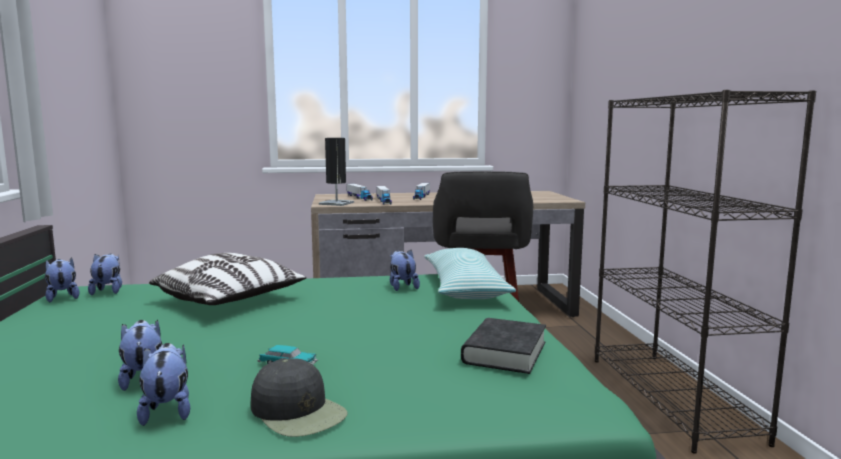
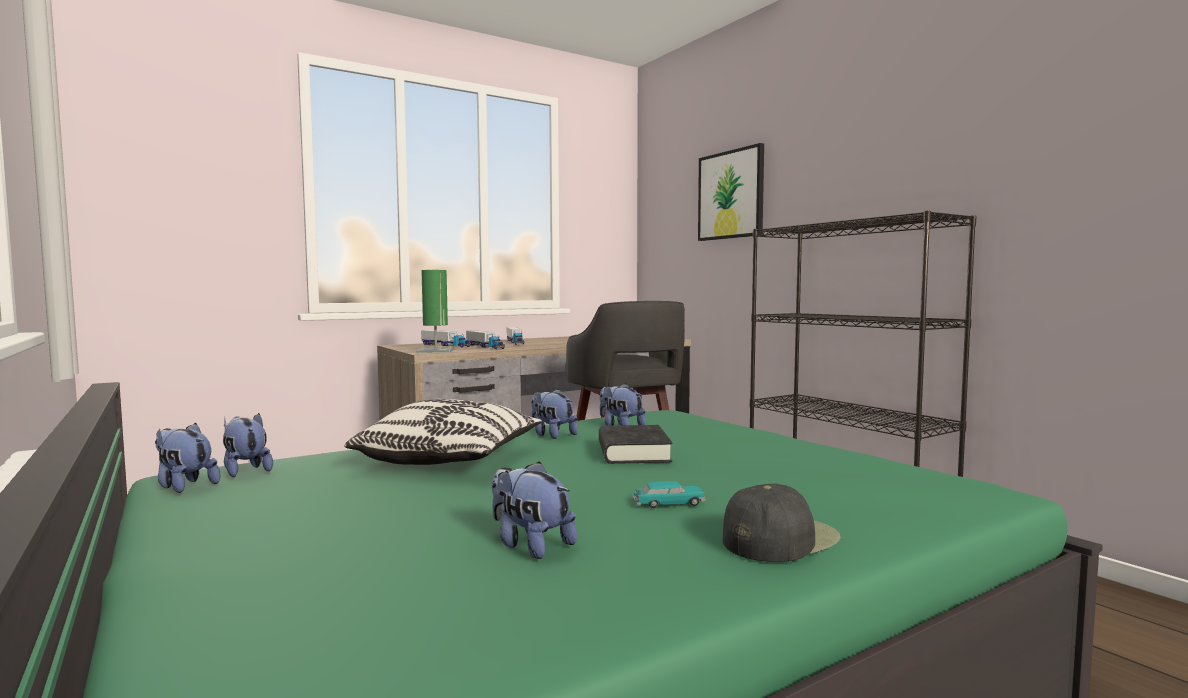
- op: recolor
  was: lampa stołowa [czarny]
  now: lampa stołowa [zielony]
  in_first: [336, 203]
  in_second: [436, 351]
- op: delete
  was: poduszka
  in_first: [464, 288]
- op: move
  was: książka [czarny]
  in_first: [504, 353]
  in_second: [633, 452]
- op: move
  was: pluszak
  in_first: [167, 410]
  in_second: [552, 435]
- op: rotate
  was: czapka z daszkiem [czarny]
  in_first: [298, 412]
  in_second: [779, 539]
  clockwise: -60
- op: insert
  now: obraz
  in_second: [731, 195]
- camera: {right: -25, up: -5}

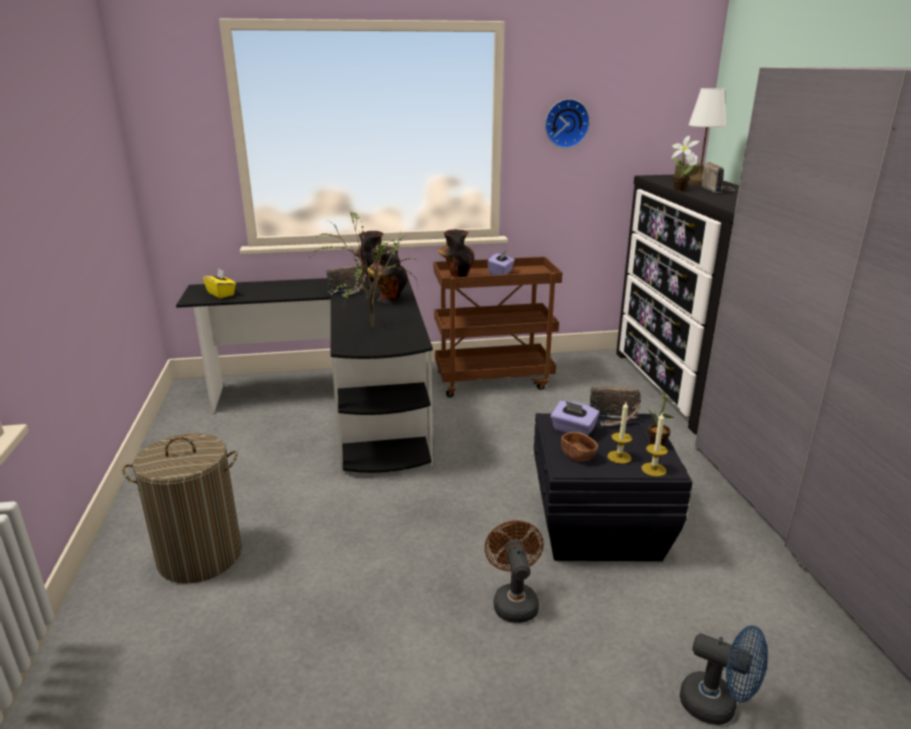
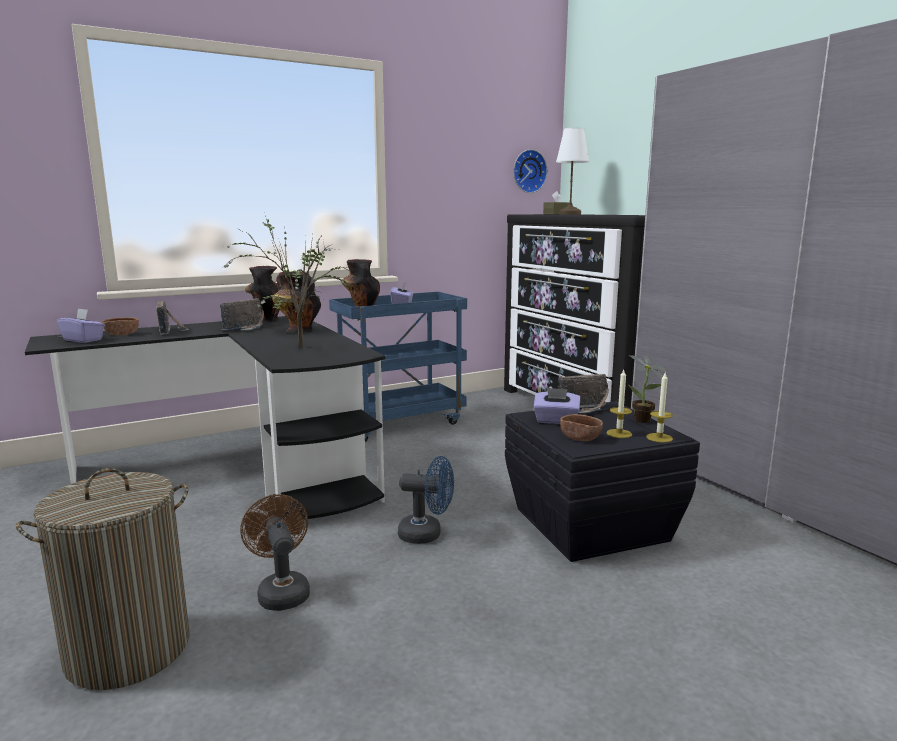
- op: move
  was: zegar ścienny
  in_first: [566, 123]
  in_second: [528, 171]
- op: delete
  was: roślina doniczkowa
  in_first: [678, 189]
- op: move
  was: radio
  in_first: [716, 190]
  in_second: [172, 331]
- op: recolor
  was: wózek [brązowy]
  now: wózek [niebieski]
  in_first: [493, 380]
  in_second: [401, 422]
- op: recolor
  was: pudełko chusteczek [żółty]
  now: pudełko chusteczek [fioletowy]
  in_first: [221, 294]
  in_second: [83, 340]
- op: move
  was: wentylator [brązowy]
  in_first: [514, 600]
  in_second: [281, 591]
- op: move
  was: wentylator [niebieski]
  in_first: [717, 706]
  in_second: [427, 534]
- op: insert
  now: miska [brązowy]
  in_second: [122, 334]
- camera: {right: -20, up: -10}

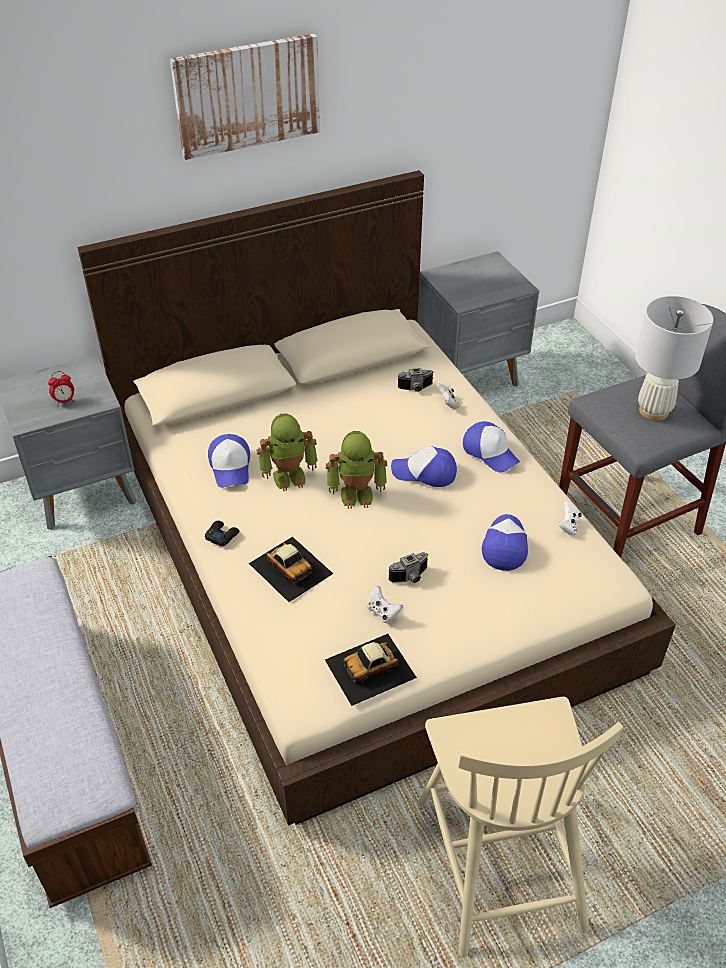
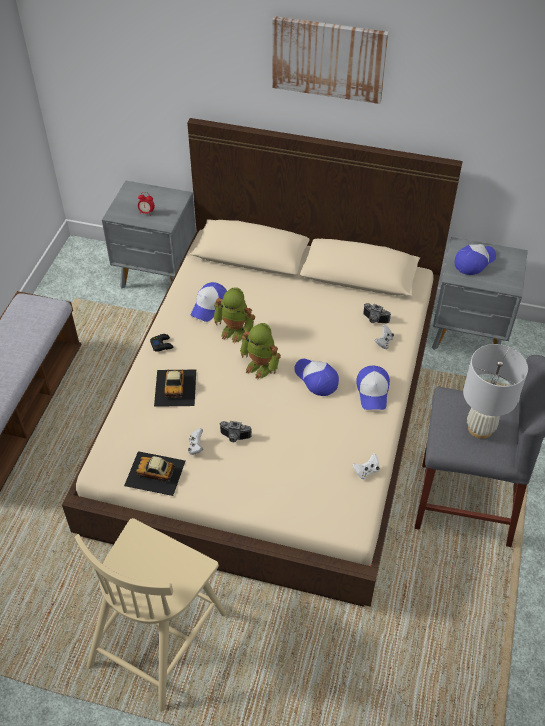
- op: move
  was: czapka z daszkiem
  in_first: [504, 545]
  in_second: [474, 261]
- camera: {right: 40, up: 5}

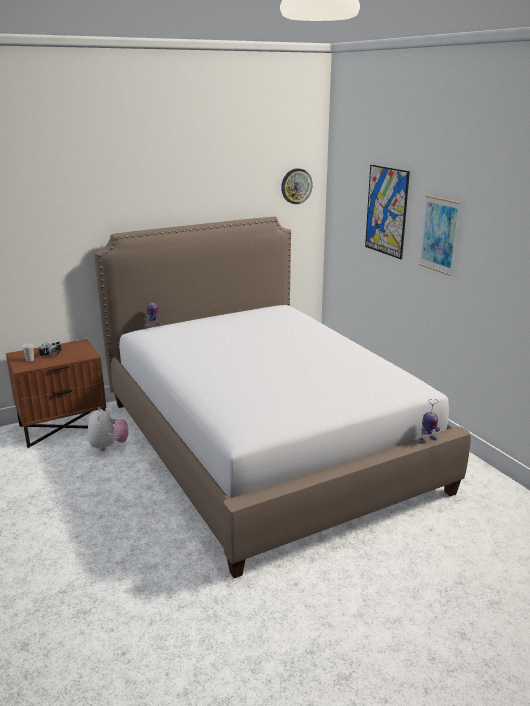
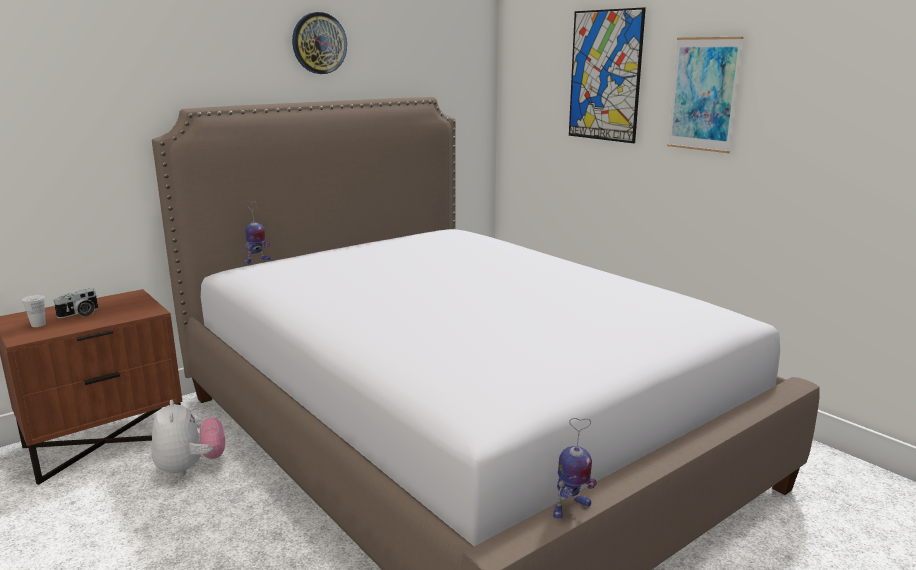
- op: move
  was: zegar ścienny
  in_first: [296, 186]
  in_second: [319, 43]
- op: move
  was: robot zabawkowy
  in_first: [427, 440]
  in_second: [570, 509]
- camera: {right: -10, up: -5}

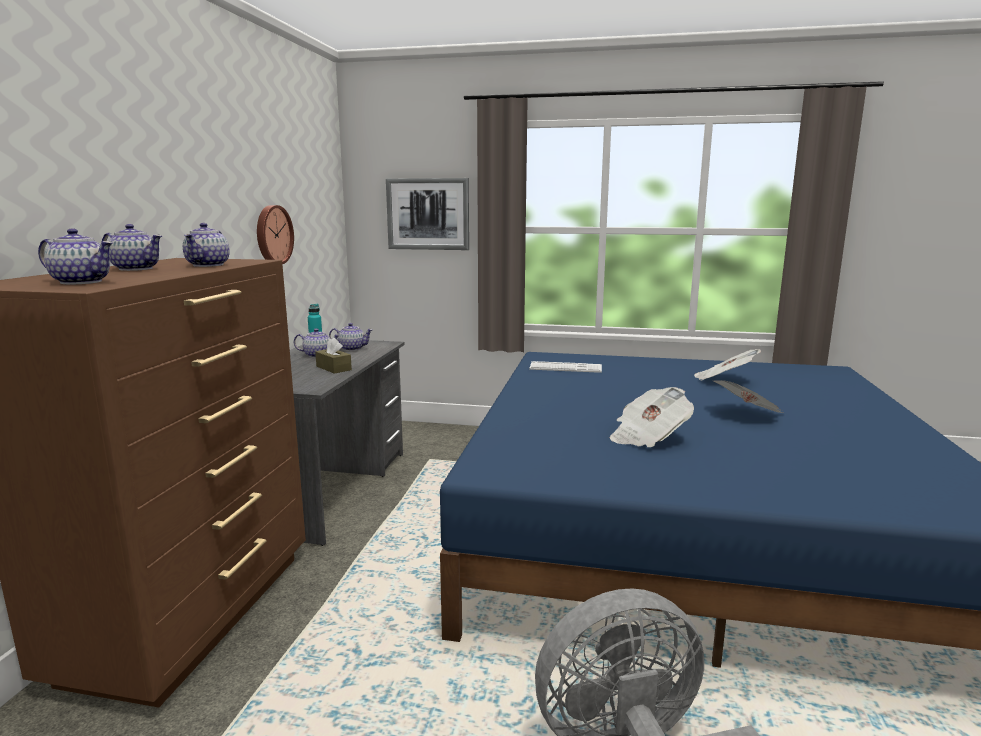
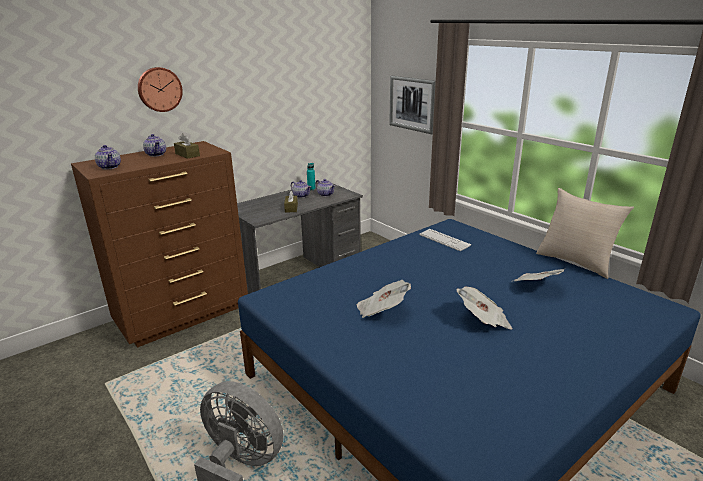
- op: move
  was: zegar ścienny
  in_first: [272, 235]
  in_second: [159, 89]
- op: replace
  was: imbryk
  now: pudełko chusteczek [brązowy]
  in_first: [209, 265]
  in_second: [187, 155]
- op: insert
  now: poduszka [beżowy]
  in_second: [575, 262]
- camera: {right: 40, up: 10}

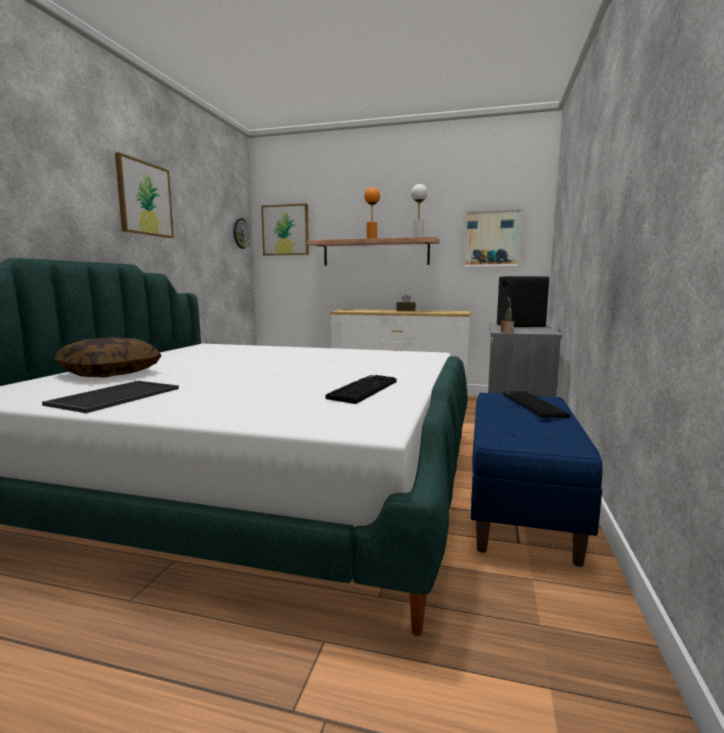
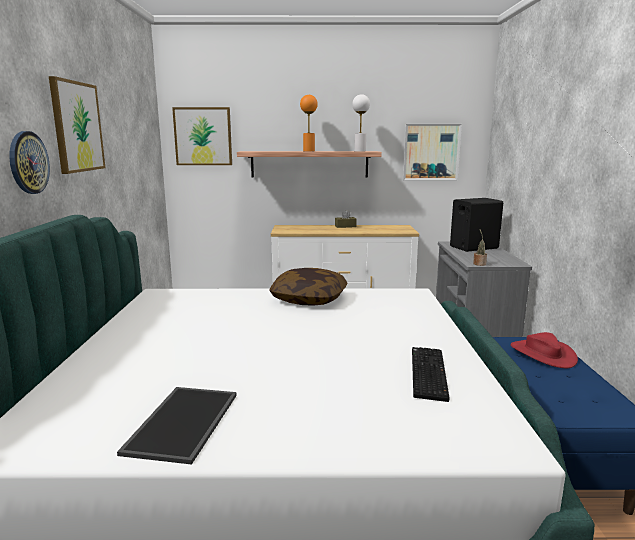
- op: move
  was: zegar ścienny
  in_first: [240, 233]
  in_second: [28, 162]
- op: move
  was: poduszka
  in_first: [110, 373]
  in_second: [309, 299]
- op: replace
  was: klawiatura
  now: kapelusz [czerwony]
  in_first: [531, 405]
  in_second: [542, 354]
- camera: {right: -15, up: 5}

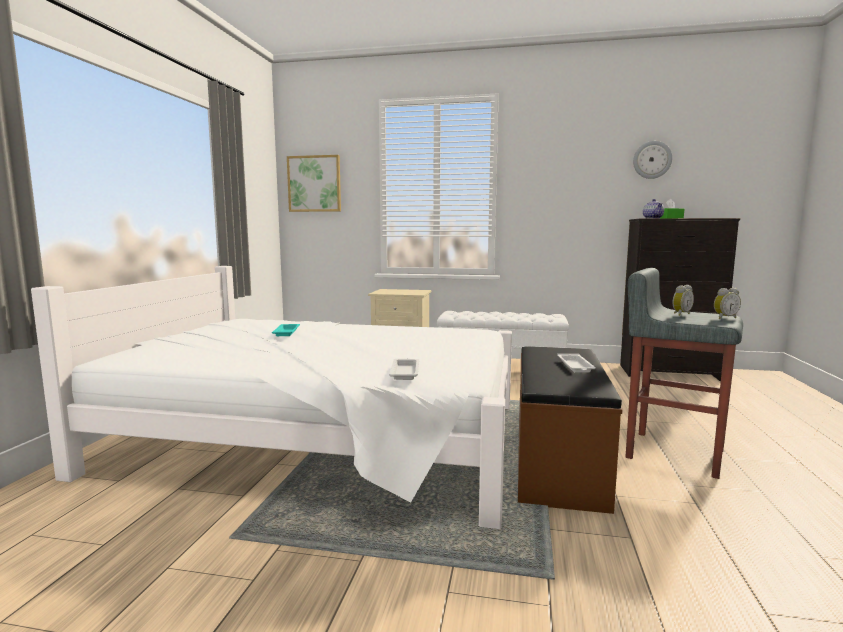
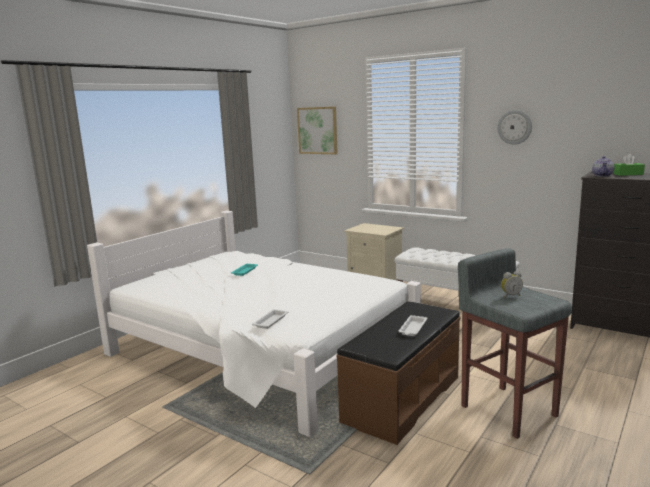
- op: move
  was: zegar ścienny
  in_first: [652, 160]
  in_second: [514, 127]
- op: delete
  was: budzik
  in_first: [724, 318]
- camera: {right: 25, up: 5}

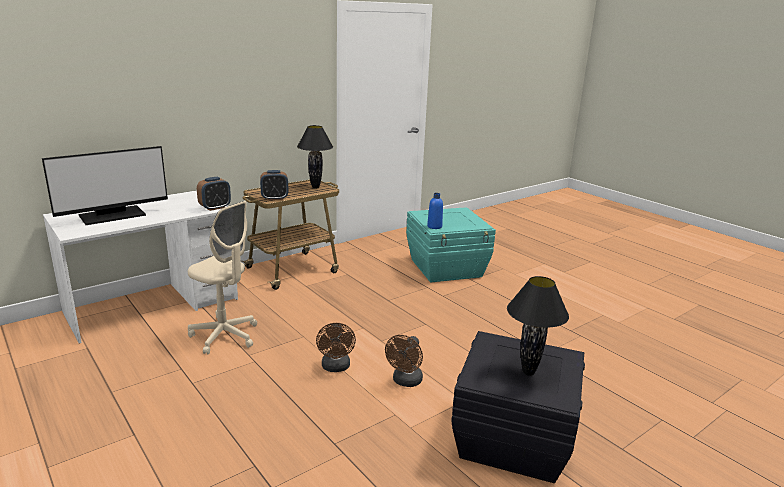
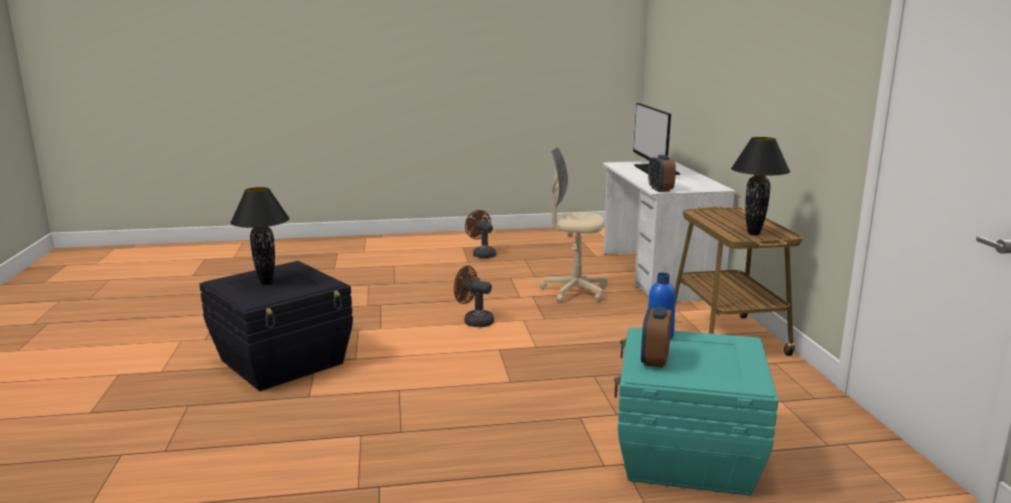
- op: move
  was: budzik
  in_first: [274, 198]
  in_second: [654, 360]
- op: rotate
  was: krzesło biurowe [beżowy]
  in_first: [224, 336]
  in_second: [575, 292]
  clockwise: 45
- op: move
  was: wentylator [brązowy]
  in_first: [405, 382]
  in_second: [482, 254]
- camera: {right: 120, up: -5}

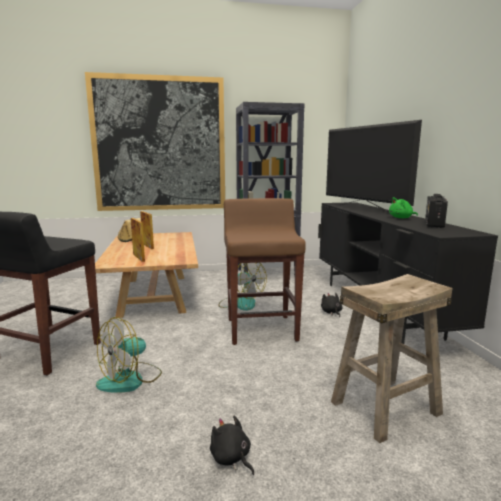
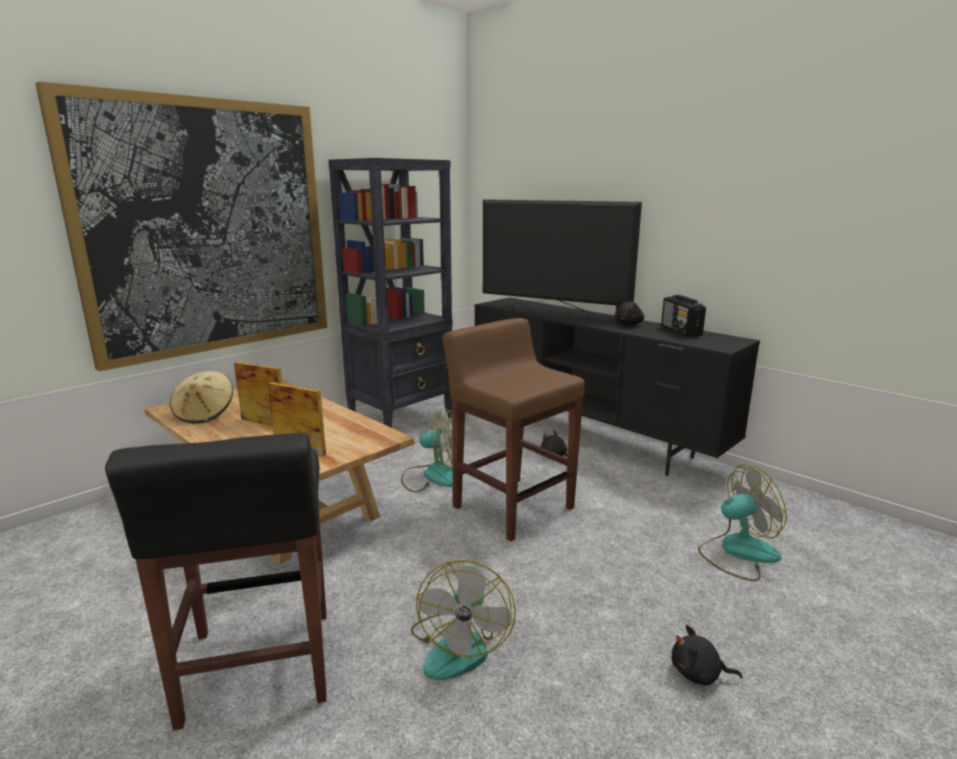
- op: recolor
  was: pluszak [zielony]
  now: pluszak [czarny]
  in_first: [401, 218]
  in_second: [629, 324]
- op: replace
  was: stołek [beżowy]
  now: wentylator
  in_first: [385, 407]
  in_second: [737, 552]
- camera: {right: -35, up: 5}

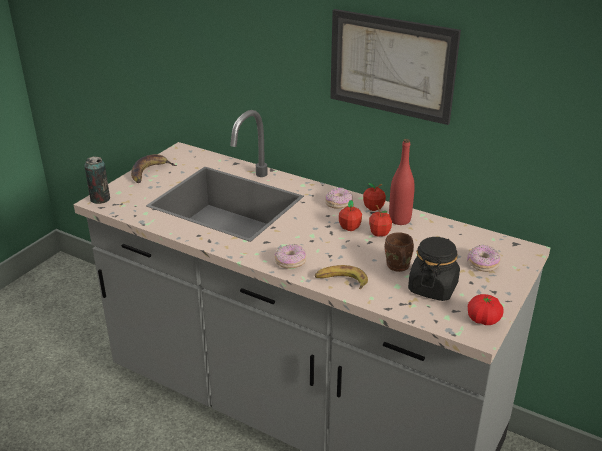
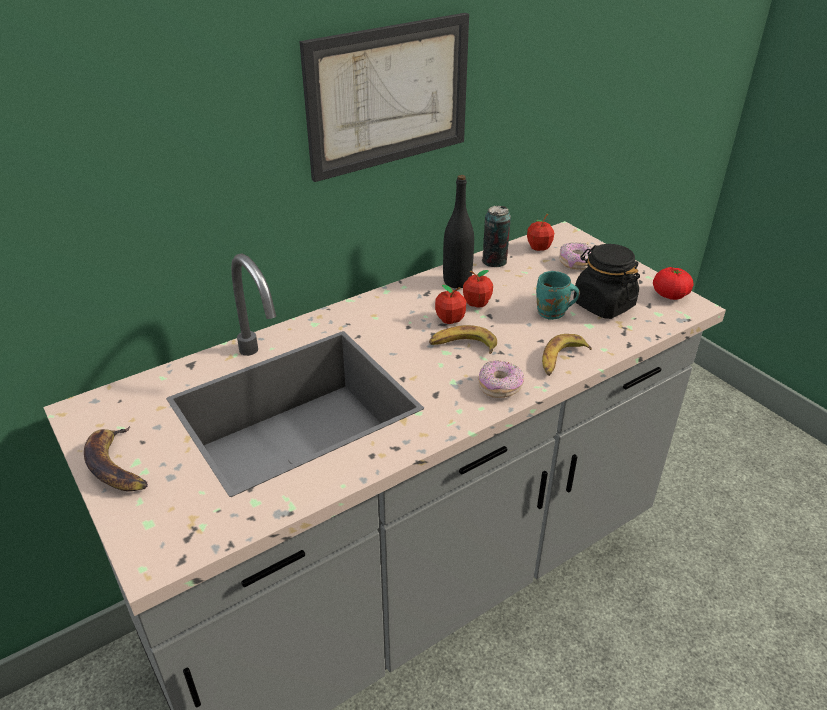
- op: recolor
  was: butelka [czerwony]
  now: butelka [czarny]
  in_first: [399, 220]
  in_second: [457, 281]
- op: move
  was: puszka
  in_first: [100, 199]
  in_second: [494, 261]
- op: move
  was: jabłko
  in_first: [373, 208]
  in_second: [538, 248]
- op: delete
  was: donut
  in_first: [338, 204]
- op: recolor
  was: kubek [brązowy]
  now: kubek [turkusowy]
  in_first: [396, 267]
  in_second: [552, 314]
- op: insert
  now: banan
  in_second: [462, 346]
- camera: {right: -65, up: 5}

